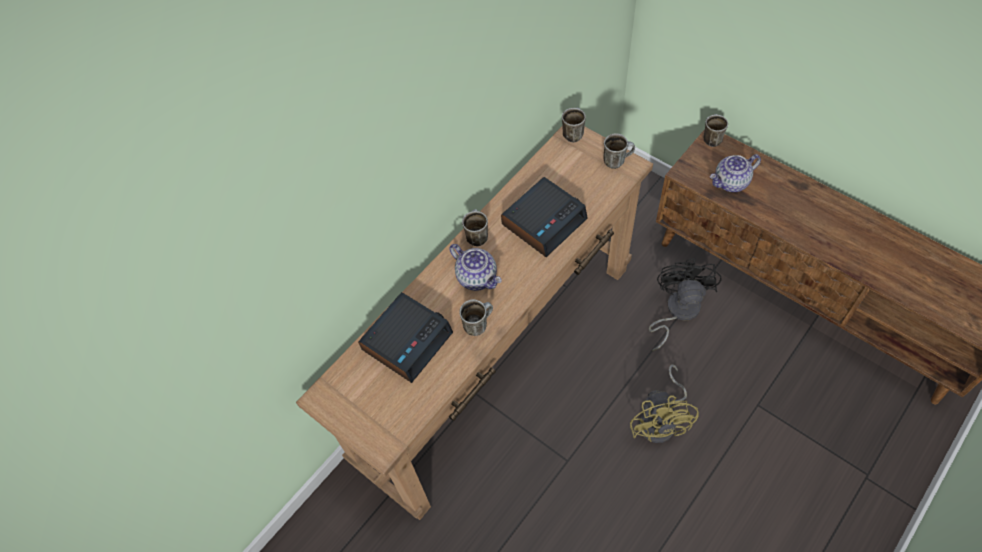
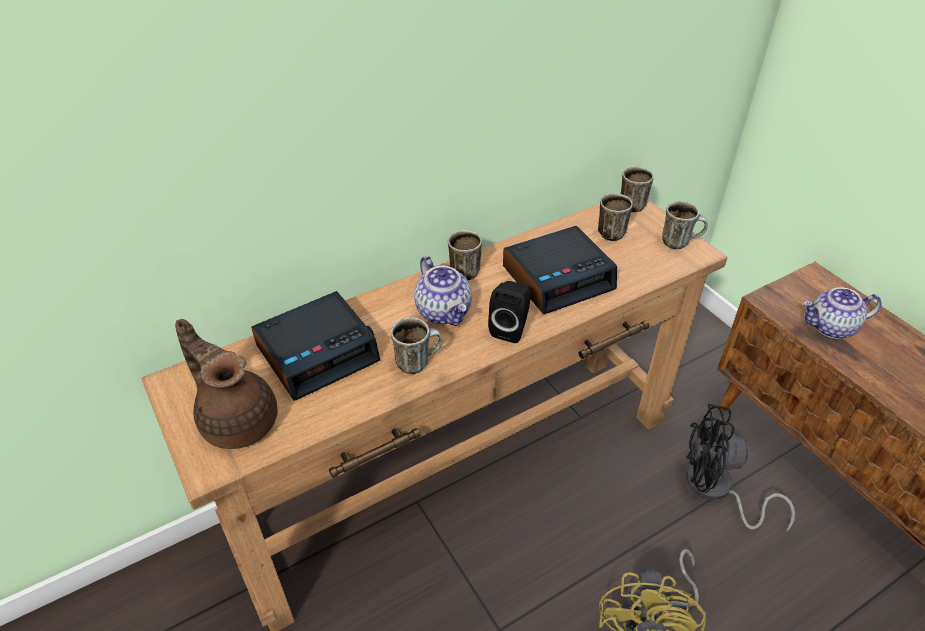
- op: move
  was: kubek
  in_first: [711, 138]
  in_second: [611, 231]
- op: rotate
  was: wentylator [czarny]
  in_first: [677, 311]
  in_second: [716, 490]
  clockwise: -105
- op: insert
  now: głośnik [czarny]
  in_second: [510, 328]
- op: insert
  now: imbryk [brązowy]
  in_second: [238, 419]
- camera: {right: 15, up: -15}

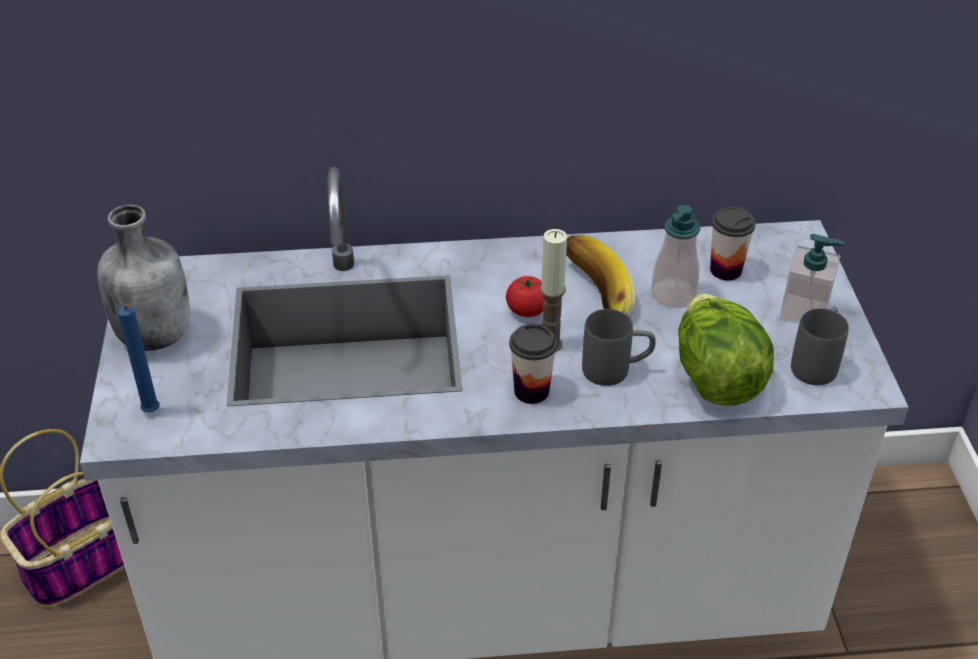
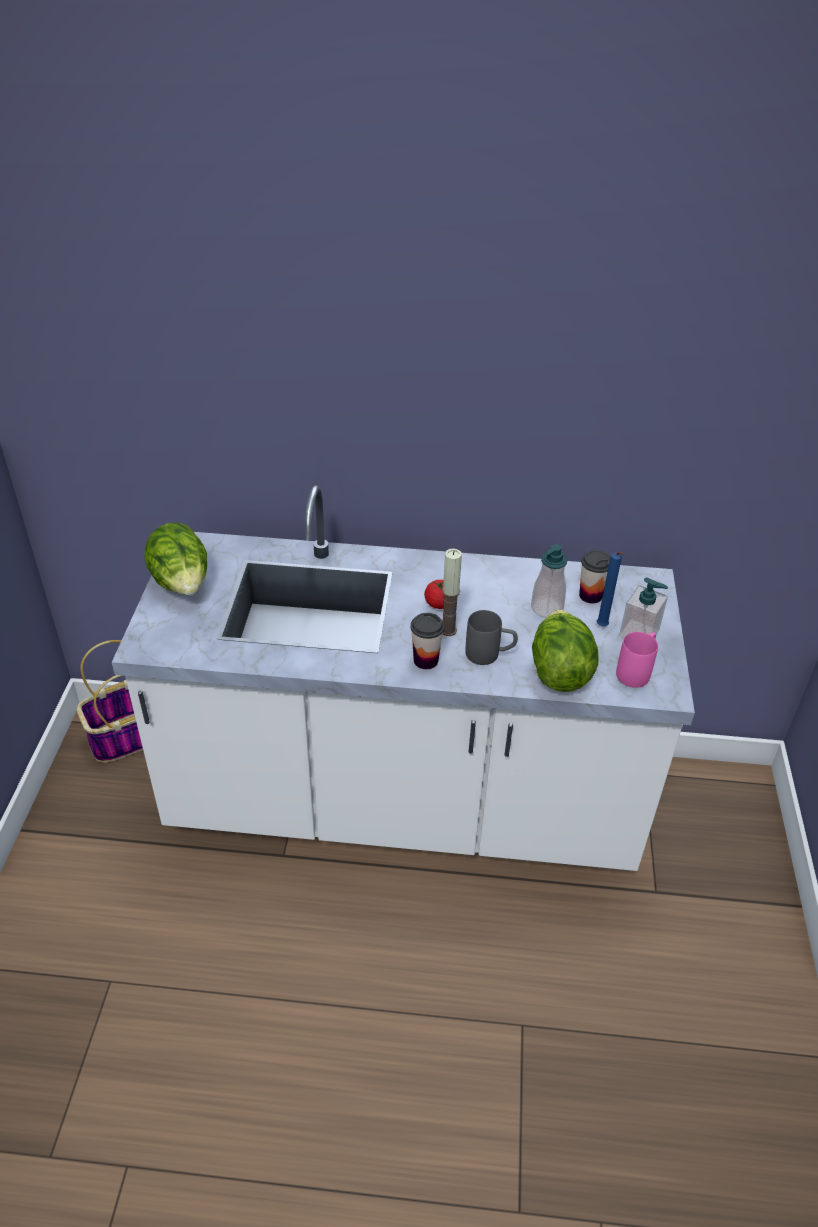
- op: replace
  was: butelka [szary]
  now: sałata
  in_first: [155, 334]
  in_second: [182, 584]
- op: delete
  was: banan
  in_first: [592, 297]
- op: move
  was: świeca [niebieski]
  in_first: [152, 413]
  in_second: [602, 627]
- op: recolor
  was: kubek [szary]
  now: kubek [różowy]
  in_first: [817, 362]
  in_second: [636, 671]
- camera: {right: 10, up: 0}

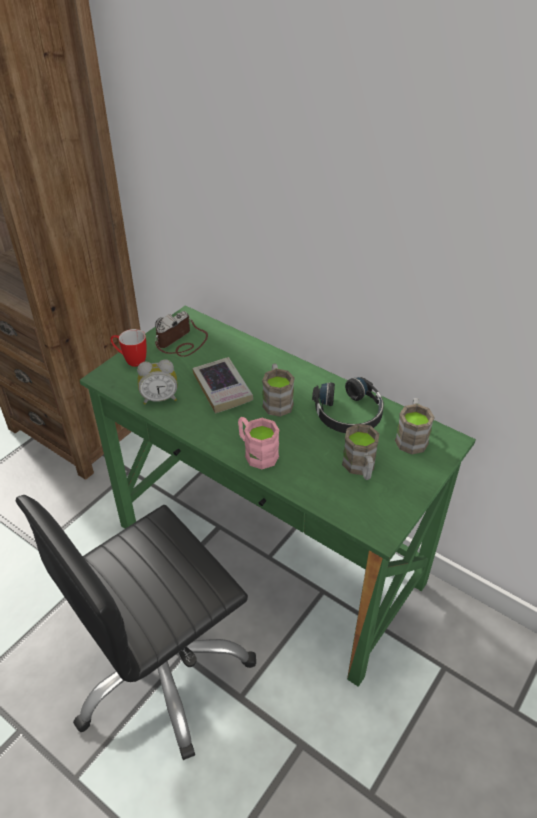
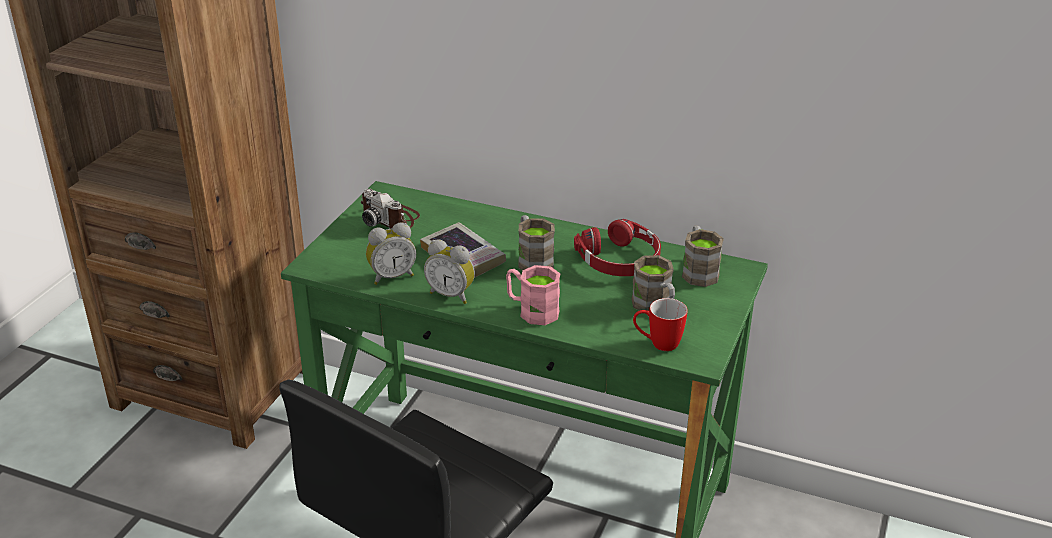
- op: rotate
  was: aparat fotograficzny
  in_first: [181, 342]
  in_second: [390, 218]
  clockwise: -75
- op: move
  was: kubek
  in_first: [131, 360]
  in_second: [657, 344]
- op: recolor
  was: słuchawki [czarny]
  now: słuchawki [czerwony]
  in_first: [348, 414]
  in_second: [620, 260]
- op: insert
  now: budzik
  in_second: [451, 294]
- camera: {right: -15, up: -10}

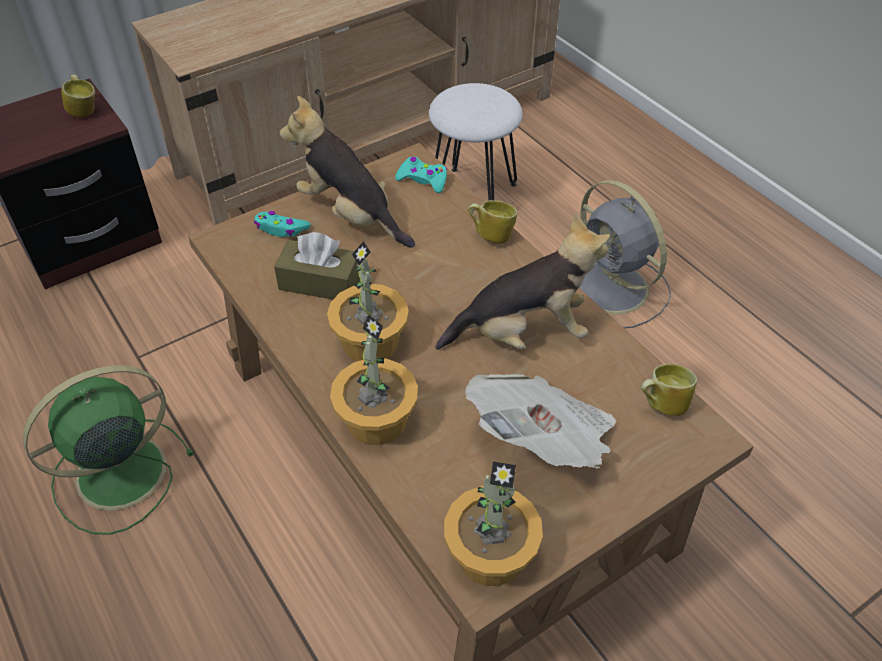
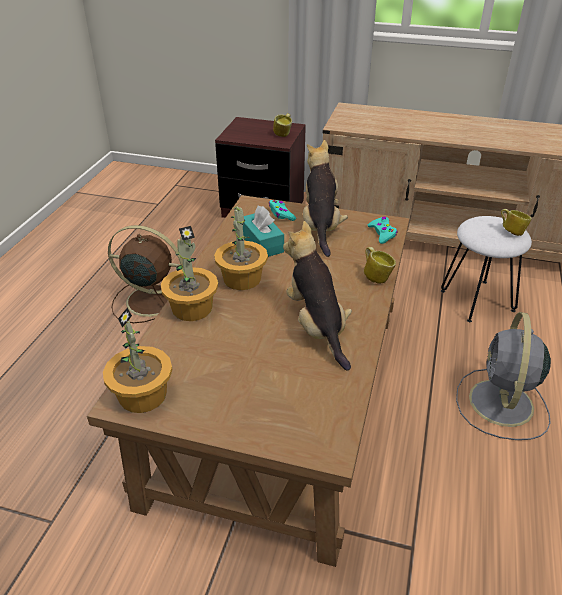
- op: rotate
  was: pluszak
  in_first: [523, 333]
  in_second: [317, 327]
  clockwise: -150
- op: recolor
  was: pudełko chusteczek [brązowy]
  now: pudełko chusteczek [turkusowy]
  in_first: [320, 282]
  in_second: [261, 243]
- op: move
  was: kubek
  in_first: [661, 405]
  in_second: [511, 232]
- op: recolor
  was: wentylator [zielony]
  now: wentylator [brązowy]
  in_first: [117, 474]
  in_second: [149, 300]
- op: delete
  was: gazeta
  in_first: [543, 441]
- camera: {right: 50, up: -10}

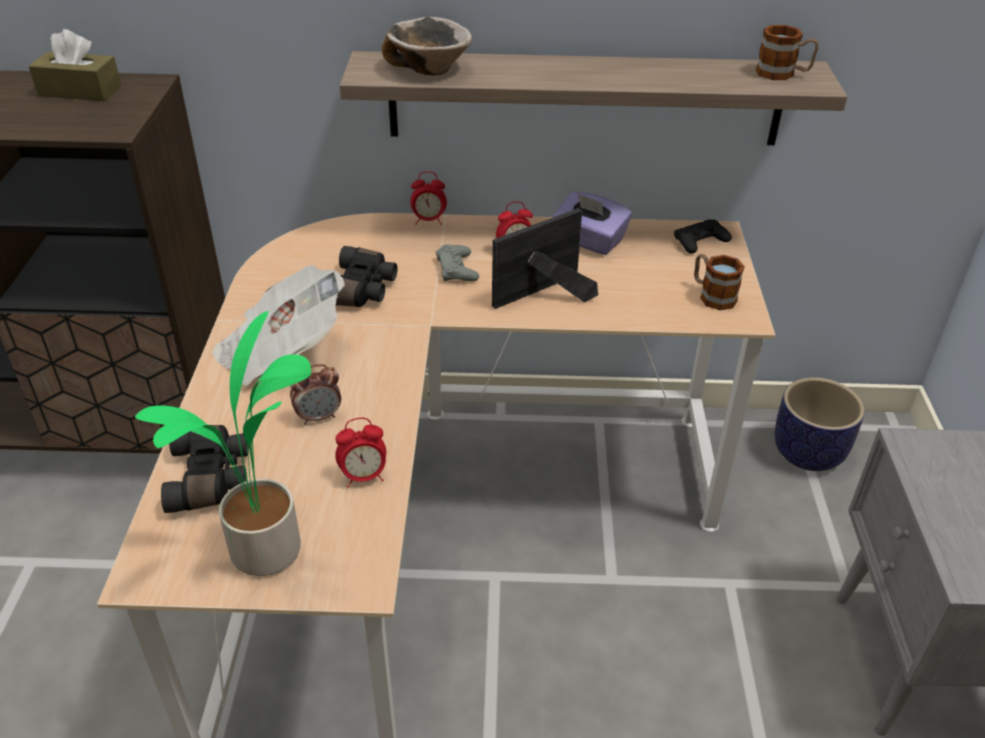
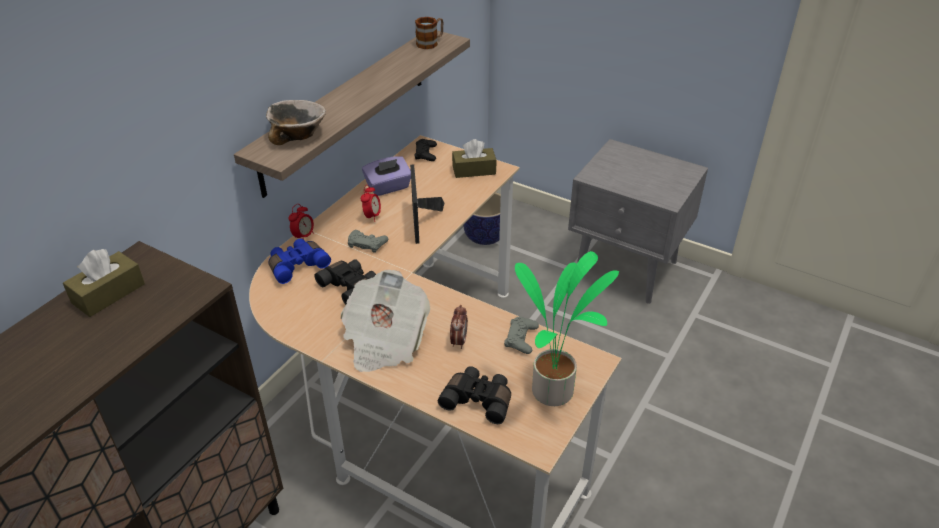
- op: replace
  was: kubek
  now: pudełko chusteczek [brązowy]
  in_first: [712, 295]
  in_second: [474, 170]
- op: replace
  was: budzik
  now: pad do gier [szary]
  in_first: [364, 477]
  in_second: [521, 338]
- op: insert
  now: lornetka [niebieski]
  in_second: [297, 265]
- camera: {right: -60, up: 0}

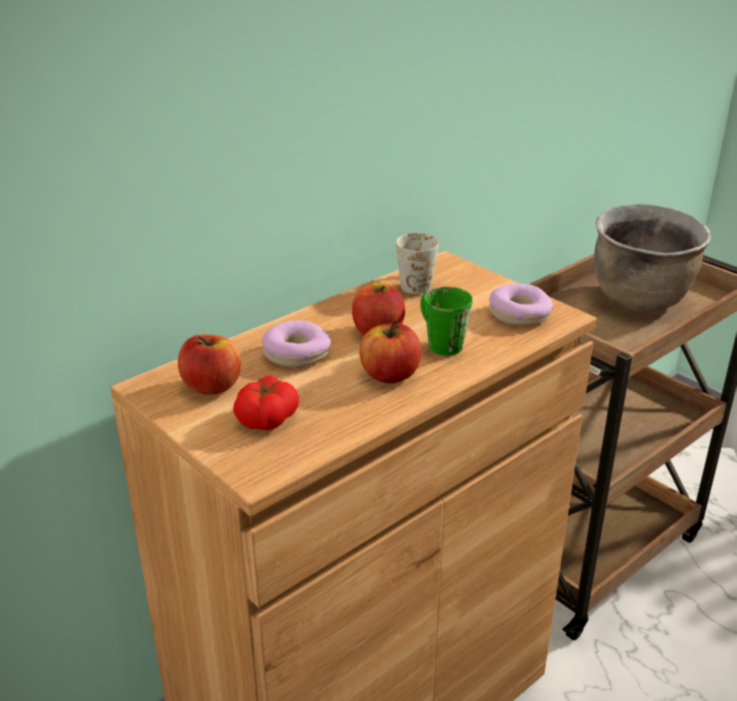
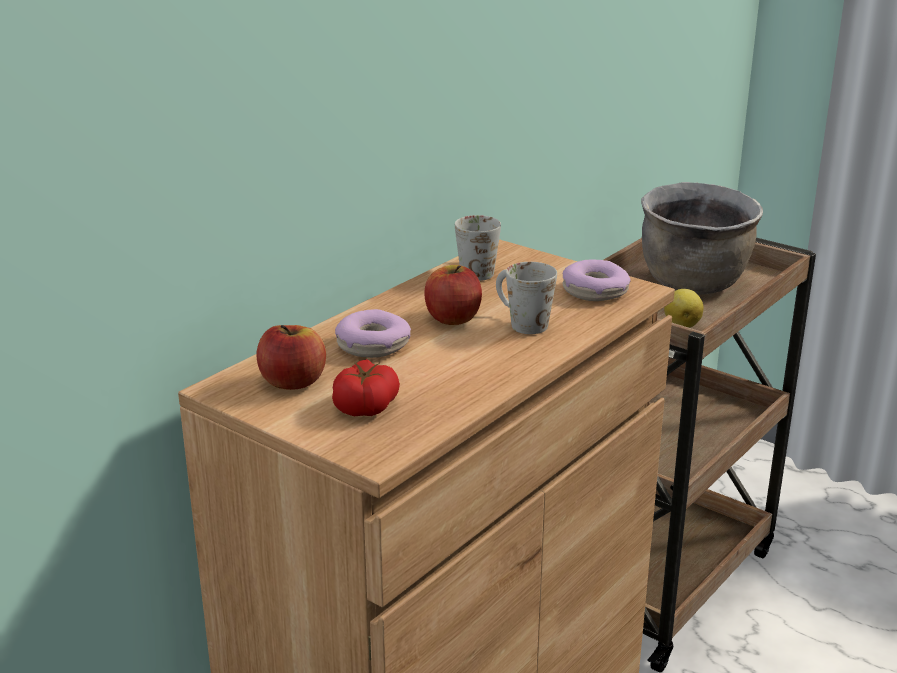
- op: recolor
  was: kubek [zielony]
  now: kubek [biały]
  in_first: [438, 342]
  in_second: [520, 322]
- op: delete
  was: jabłko
  in_first: [390, 375]
- op: insert
  now: cytryna
  in_second: [682, 324]
- camera: {right: -10, up: -5}

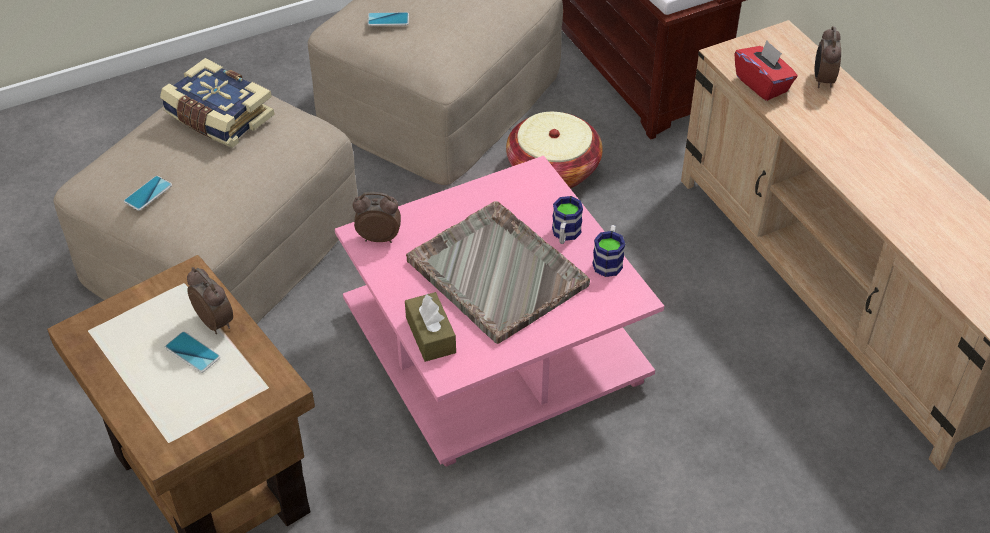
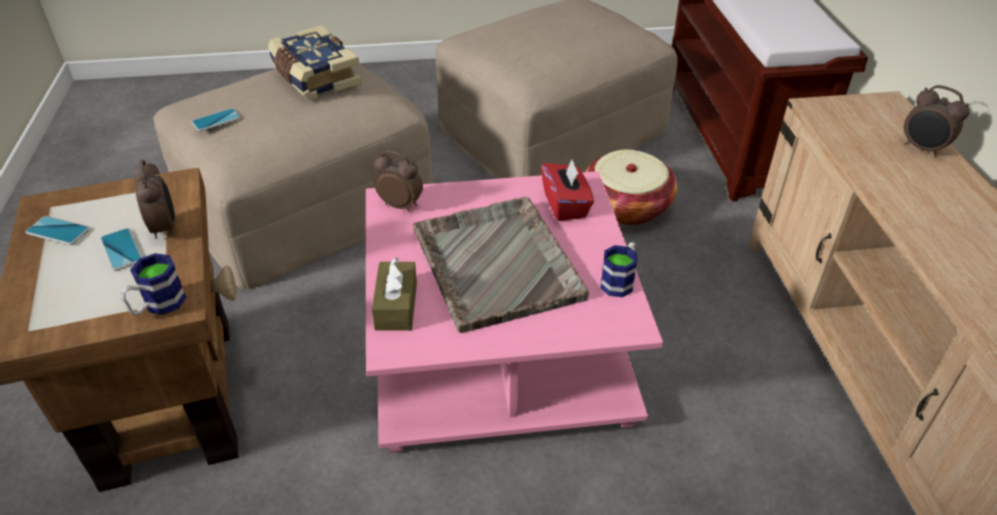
- op: move
  was: telefon
  in_first: [388, 19]
  in_second: [58, 231]
- op: rotate
  was: budzik
  in_first: [822, 80]
  in_second: [922, 149]
  clockwise: -75
- op: move
  was: pudełko chusteczek [czerwony]
  in_first: [762, 84]
  in_second: [566, 205]
- op: move
  was: kubek
  in_first: [565, 235]
  in_second: [158, 305]
- camera: {right: 20, up: -5}

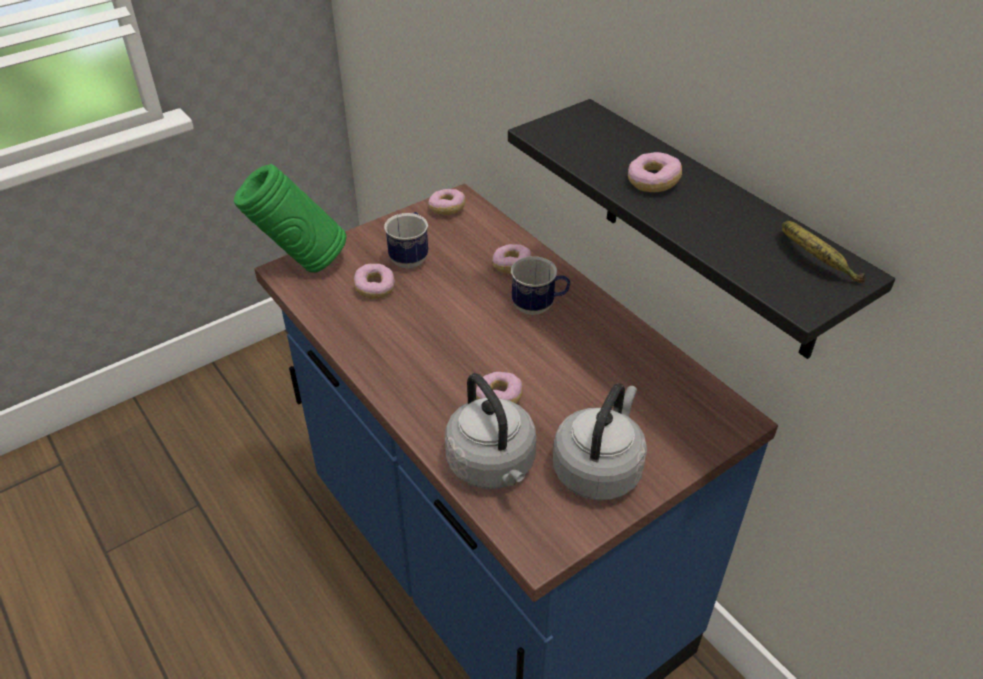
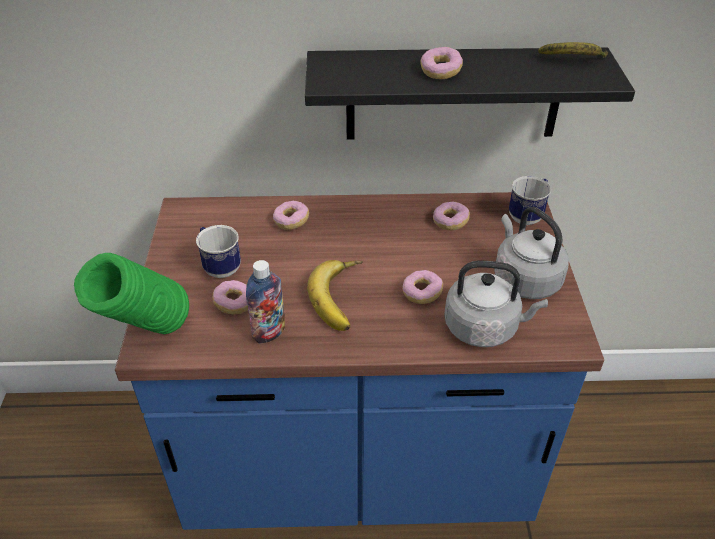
- op: move
  was: donut
  in_first: [447, 209]
  in_second: [450, 222]
- op: move
  was: kubek
  in_first: [539, 307]
  in_second: [528, 215]
- op: insert
  now: butelka
  in_second: [269, 333]
- op: insert
  now: banan
  in_second: [343, 298]
- camera: {right: -55, up: 0}

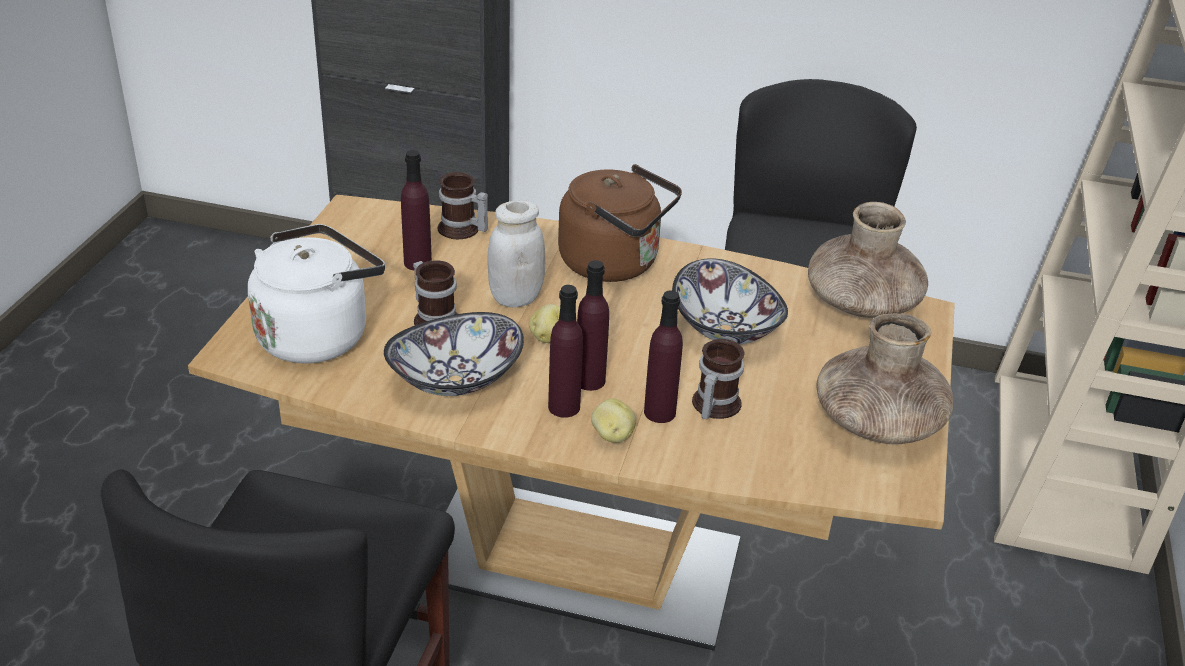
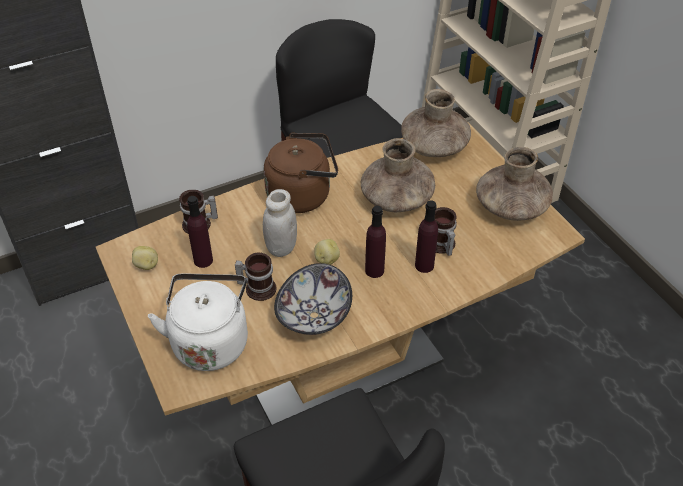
- op: replace
  was: miska
  now: wazon [brązowy]
  in_first: [727, 328]
  in_second: [396, 199]
- op: delete
  was: butelka [fioletowy]
  in_first: [564, 407]
- op: move
  was: ziemniak
  in_first: [612, 436]
  in_second: [146, 266]
- camera: {right: -40, up: 10}

